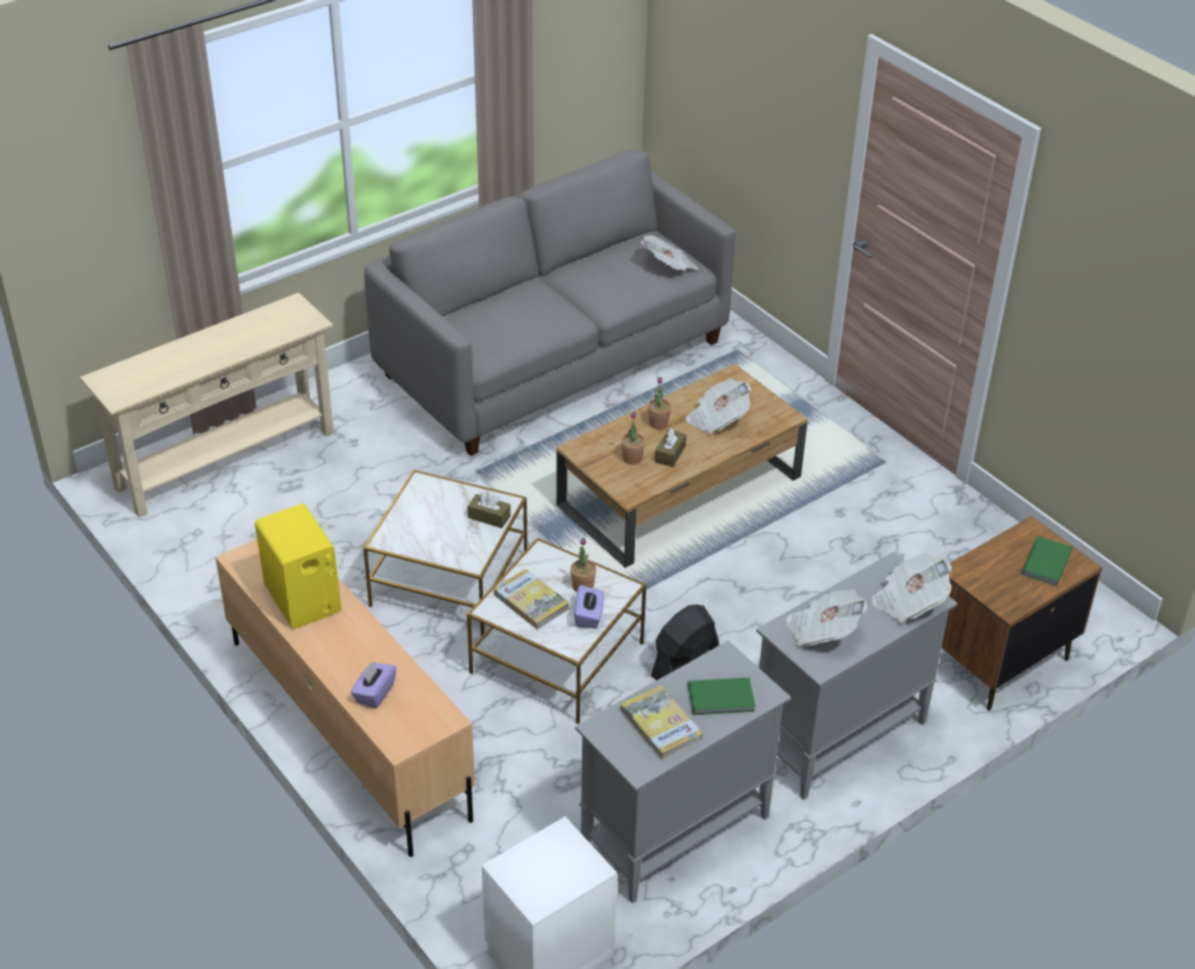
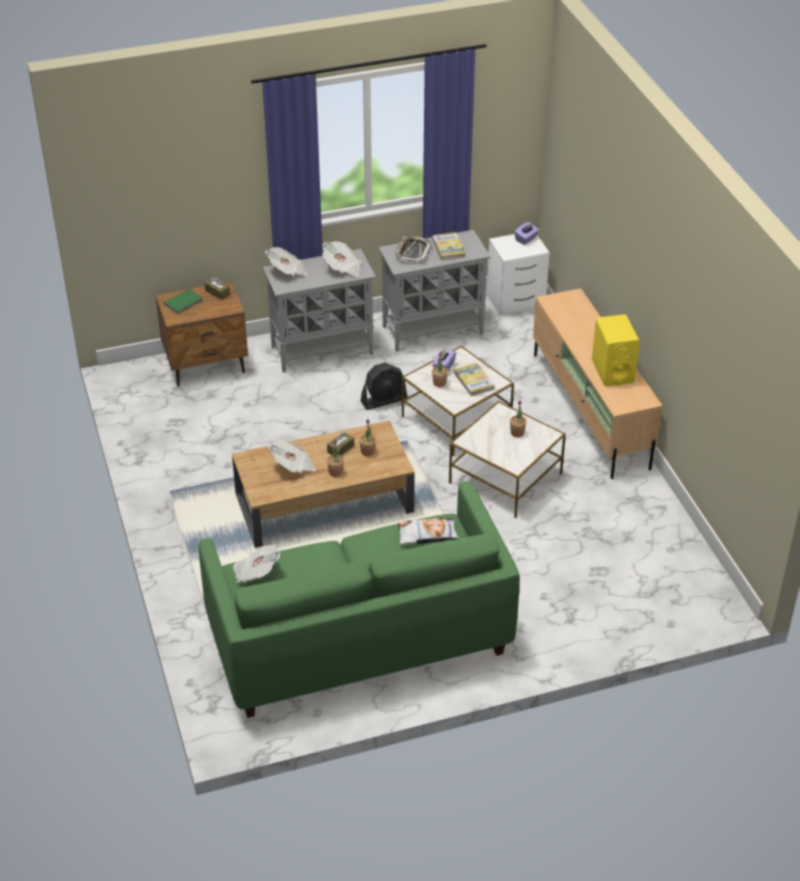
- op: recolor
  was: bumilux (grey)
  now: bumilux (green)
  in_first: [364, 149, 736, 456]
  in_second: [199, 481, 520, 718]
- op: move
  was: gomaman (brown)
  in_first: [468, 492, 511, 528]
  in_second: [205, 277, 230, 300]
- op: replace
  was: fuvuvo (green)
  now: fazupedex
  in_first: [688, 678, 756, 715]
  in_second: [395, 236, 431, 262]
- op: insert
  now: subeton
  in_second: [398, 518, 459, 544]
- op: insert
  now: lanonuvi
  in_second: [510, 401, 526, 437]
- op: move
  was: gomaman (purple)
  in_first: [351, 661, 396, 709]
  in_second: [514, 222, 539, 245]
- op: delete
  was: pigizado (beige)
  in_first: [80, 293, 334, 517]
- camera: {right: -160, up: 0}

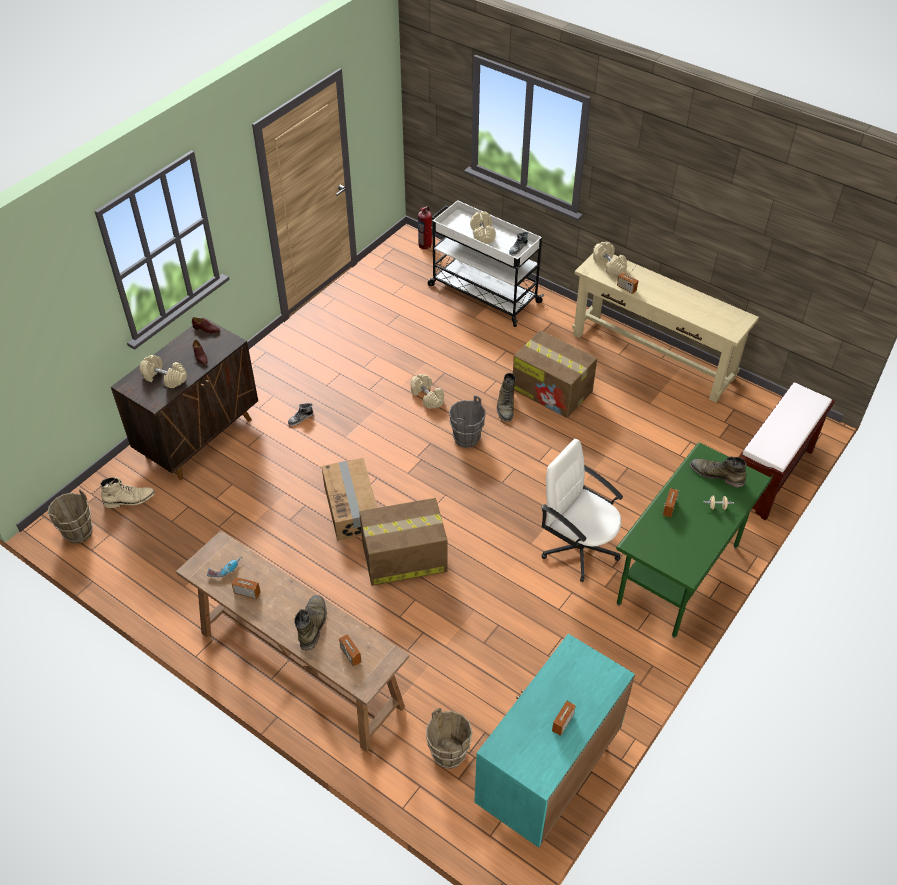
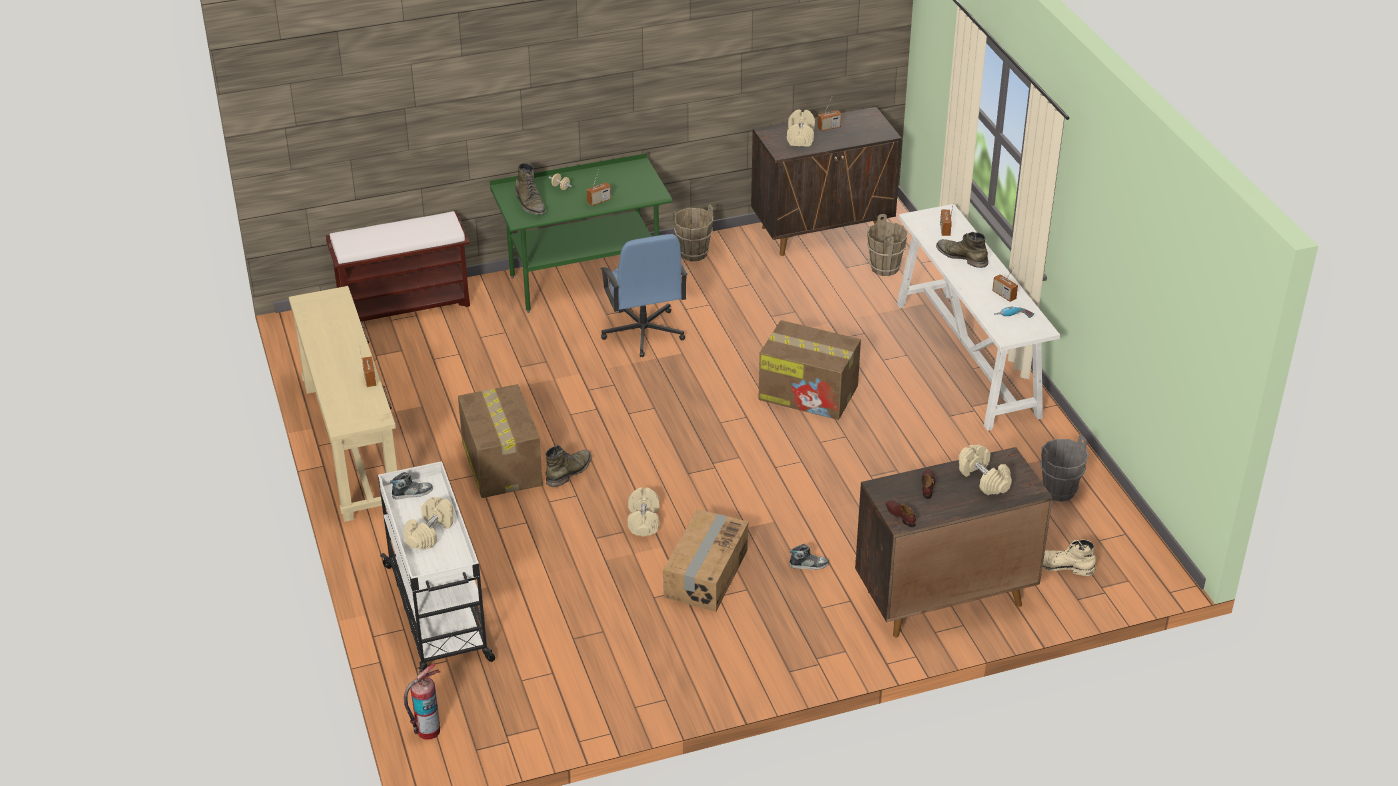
- op: recolor
  was: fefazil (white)
  now: fefazil (blue)
  in_first: [541, 439, 623, 582]
  in_second: [600, 234, 688, 357]
- op: move
  was: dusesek
  in_first: [322, 458, 377, 541]
  in_second: [663, 509, 748, 612]
- op: move
  was: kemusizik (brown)
  in_first: [48, 490, 93, 544]
  in_second: [673, 205, 713, 261]
- op: recolor
  was: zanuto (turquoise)
  now: zanuto (brown)
  in_first: [474, 634, 635, 848]
  in_second: [751, 107, 902, 256]
- op: move
  was: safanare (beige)
  in_first: [593, 242, 627, 276]
  in_second: [787, 109, 815, 147]
- op: recolor
  was: pigizado (brown)
  now: pigizado (white)
  in_first: [176, 531, 409, 752]
  in_second: [897, 204, 1060, 431]
- op: rotate
  was: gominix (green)
  in_first: [294, 595, 327, 651]
  in_second: [936, 232, 988, 268]
  clockwise: 90
- op: move
  was: kemusizik (grey)
  in_first: [449, 396, 485, 448]
  in_second: [1040, 435, 1089, 502]
- camera: {right: -145, up: -10}

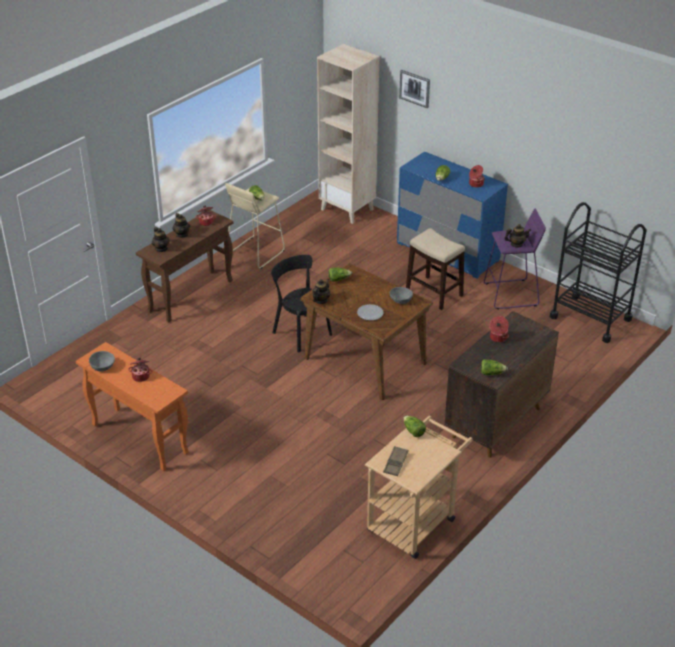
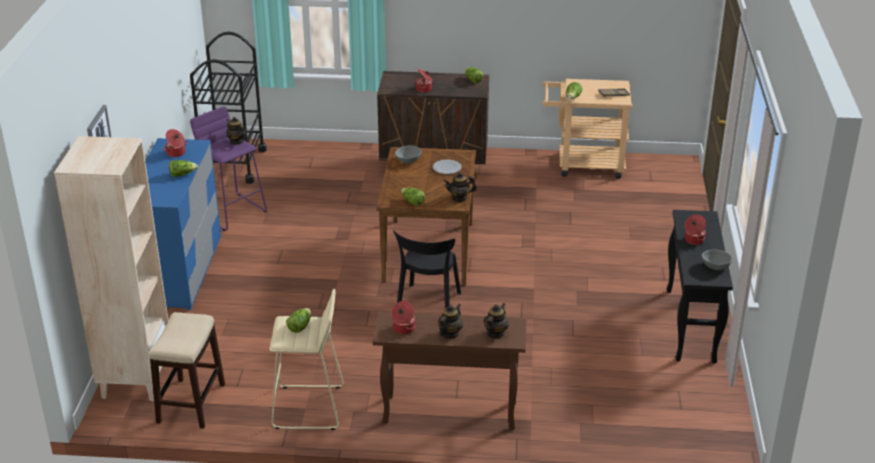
- op: move
  was: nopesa
  in_first: [406, 228, 465, 310]
  in_second: [148, 312, 225, 429]
- op: recolor
  was: pigizado (orange)
  now: pigizado (black)
  in_first: [76, 342, 189, 471]
  in_second: [667, 210, 733, 363]
- camera: {right: -125, up: -5}

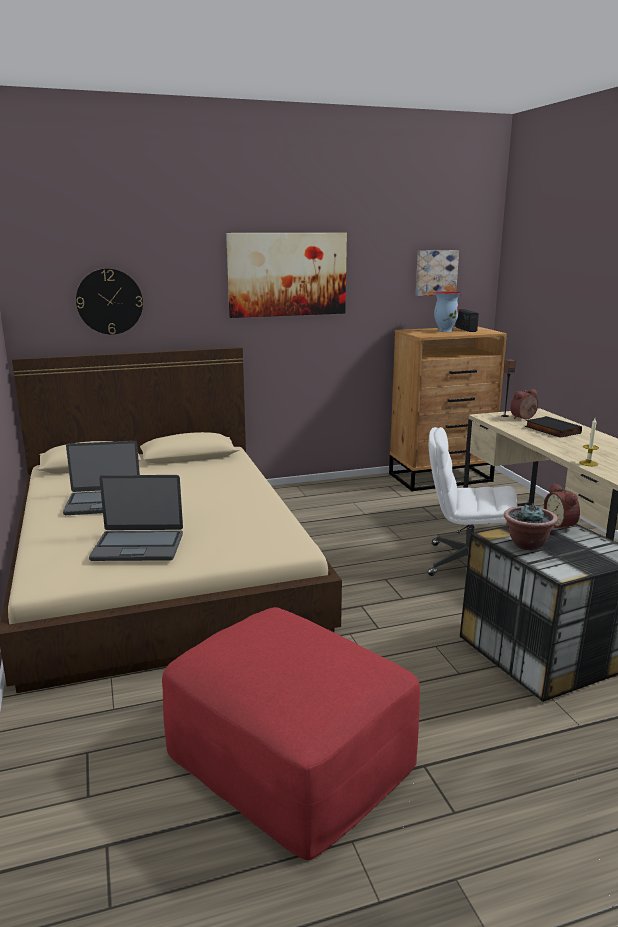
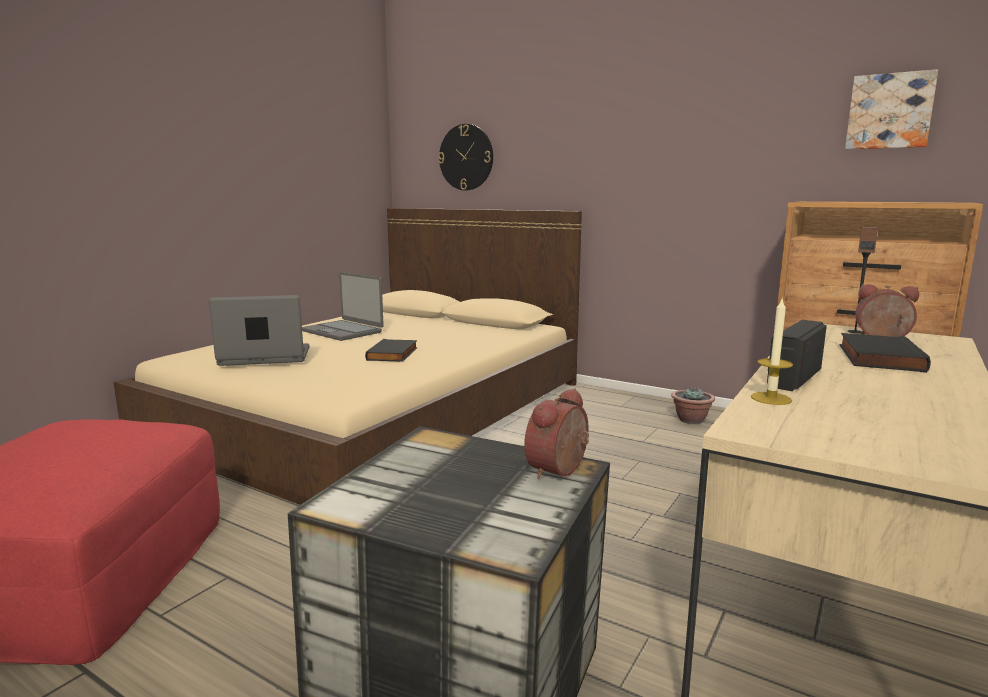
- op: rotate
  was: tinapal
  in_first: [89, 475, 183, 561]
  in_second: [209, 295, 310, 366]
  clockwise: 120
- op: insert
  now: fuvuvo (black)
  in_second: [365, 339, 418, 362]
- op: move
  was: lanonuvi
  in_first: [504, 504, 558, 550]
  in_second: [671, 386, 715, 424]
- op: move
  was: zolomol
  in_first: [455, 309, 479, 332]
  in_second: [767, 320, 827, 391]
- op: delete
  was: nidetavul
  in_first: [226, 233, 347, 318]
- op: delete
  was: fefazil (white)
  in_first: [428, 427, 518, 576]
- op: delete
  was: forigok
  in_first: [433, 291, 462, 332]
- camera: {right: 50, up: -5}

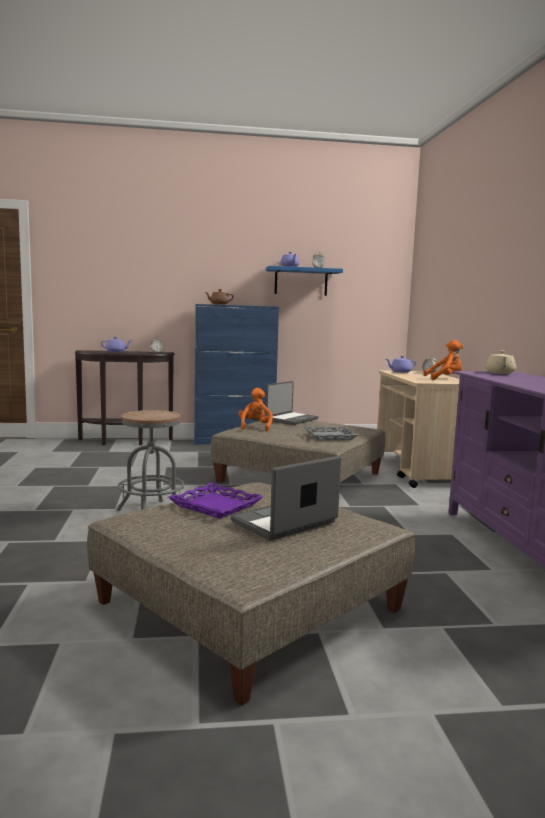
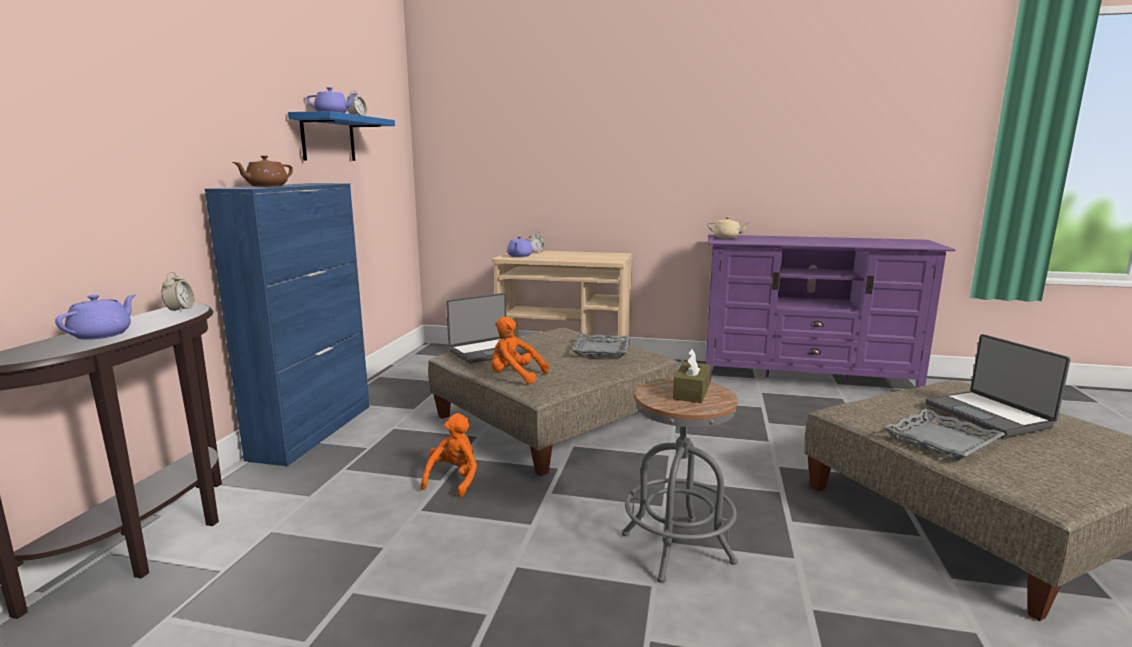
- op: move
  was: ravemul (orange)
  in_first: [423, 340, 464, 380]
  in_second: [421, 413, 477, 497]
- op: rotate
  was: tinapal
  in_first: [266, 381, 319, 425]
  in_second: [446, 293, 528, 364]
  clockwise: 90
- op: insert
  now: gomaman (brown)
  in_second: [673, 349, 711, 403]
- op: recolor
  was: fazupedex (purple)
  now: fazupedex (grey)
  in_first: [168, 482, 264, 519]
  in_second: [883, 409, 1005, 461]
- camera: {right: -70, up: 5}

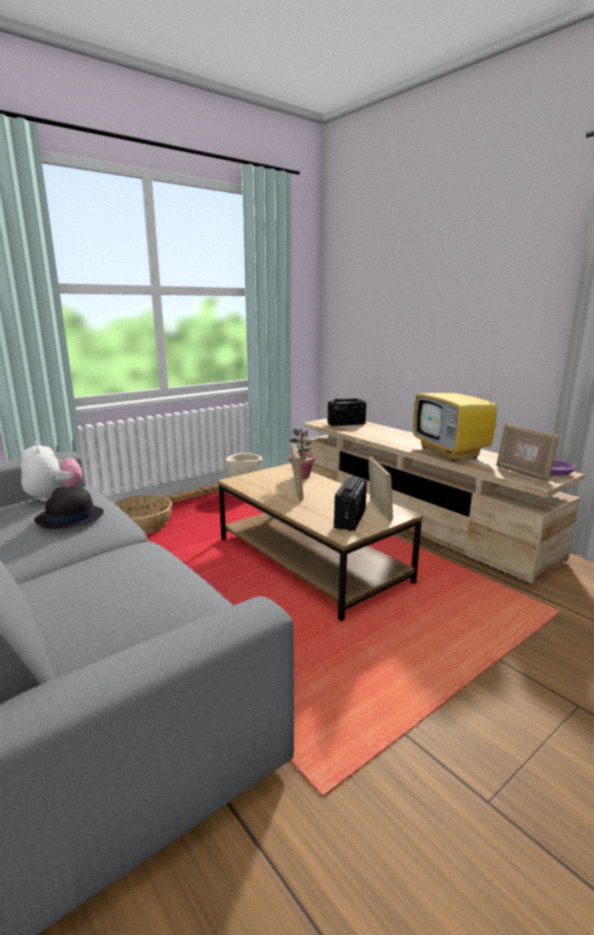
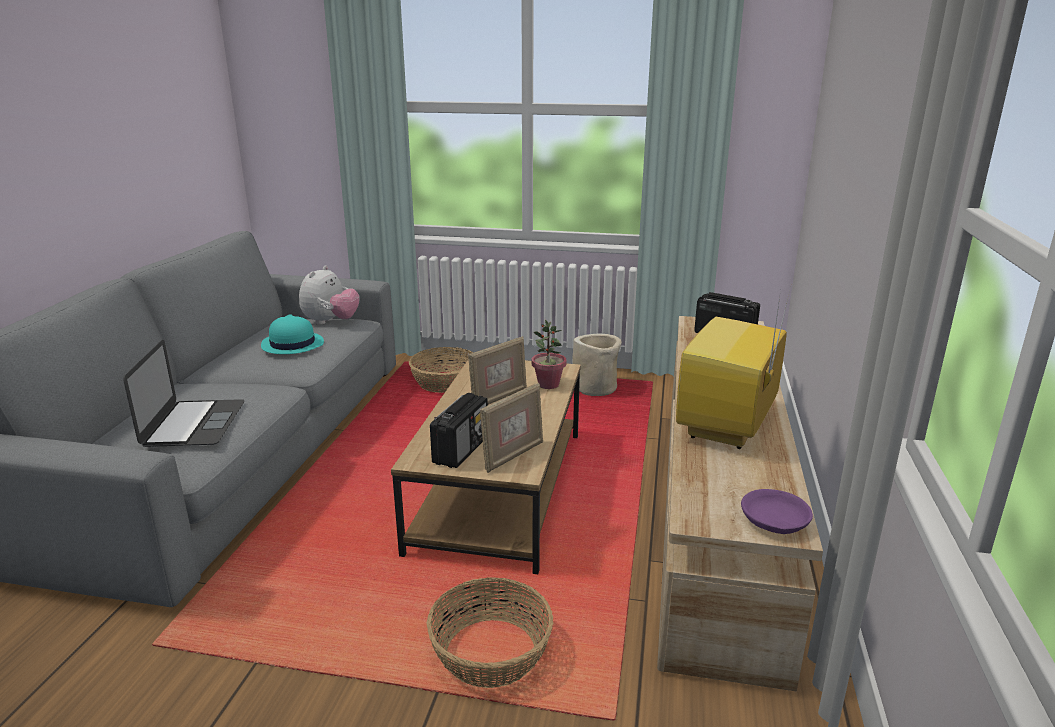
- op: insert
  now: tinapal
  in_second: [123, 340, 245, 447]
- op: recolor
  was: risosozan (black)
  now: risosozan (turquoise)
  in_first: [34, 486, 104, 529]
  in_second: [261, 314, 324, 354]
- op: insert
  now: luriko
  in_second: [426, 577, 553, 688]
- op: rotate
  was: zolomol
  in_first: [334, 476, 367, 531]
  in_second: [430, 393, 488, 468]
  clockwise: 135
- op: delete
  was: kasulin
  in_first: [496, 423, 560, 482]
- camera: {right: 50, up: 5}

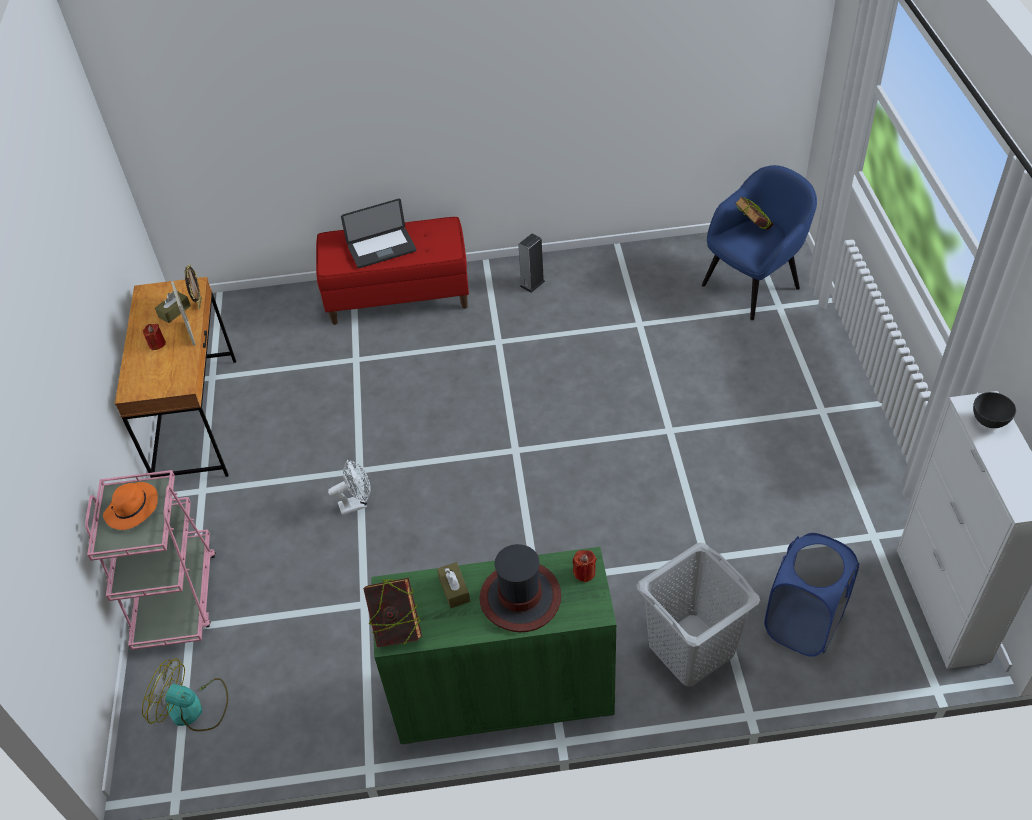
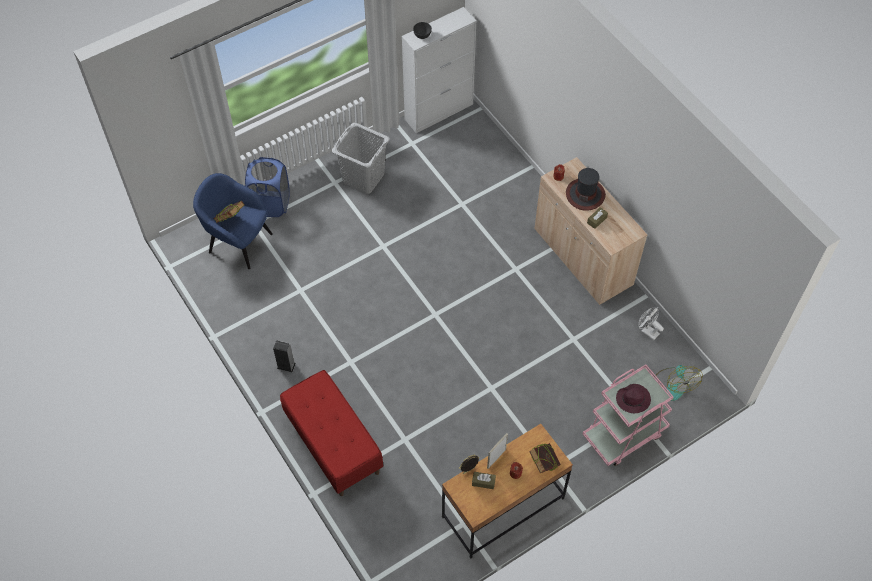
- op: move
  was: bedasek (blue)
  in_first: [764, 533, 859, 657]
  in_second: [245, 157, 290, 217]
- op: move
  was: bedasek (grey)
  in_first: [636, 543, 760, 687]
  in_second: [332, 123, 390, 194]
- op: move
  was: fuvuvo
  in_first: [363, 578, 422, 648]
  in_second: [529, 443, 561, 473]
- op: recolor
  was: zanuto (green)
  now: zanuto (beige)
  in_first: [371, 547, 617, 745]
  in_second: [534, 157, 648, 305]
- op: recolor
  was: risosozan (orange)
  now: risosozan (purple)
  in_first: [103, 482, 158, 530]
  in_second: [616, 384, 651, 413]
- op: move
  was: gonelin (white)
  in_first: [328, 460, 371, 515]
  in_second: [639, 307, 664, 340]
- op: delete
  was: tinapal
  in_first: [341, 199, 416, 268]
- camera: {right: -120, up: 10}

